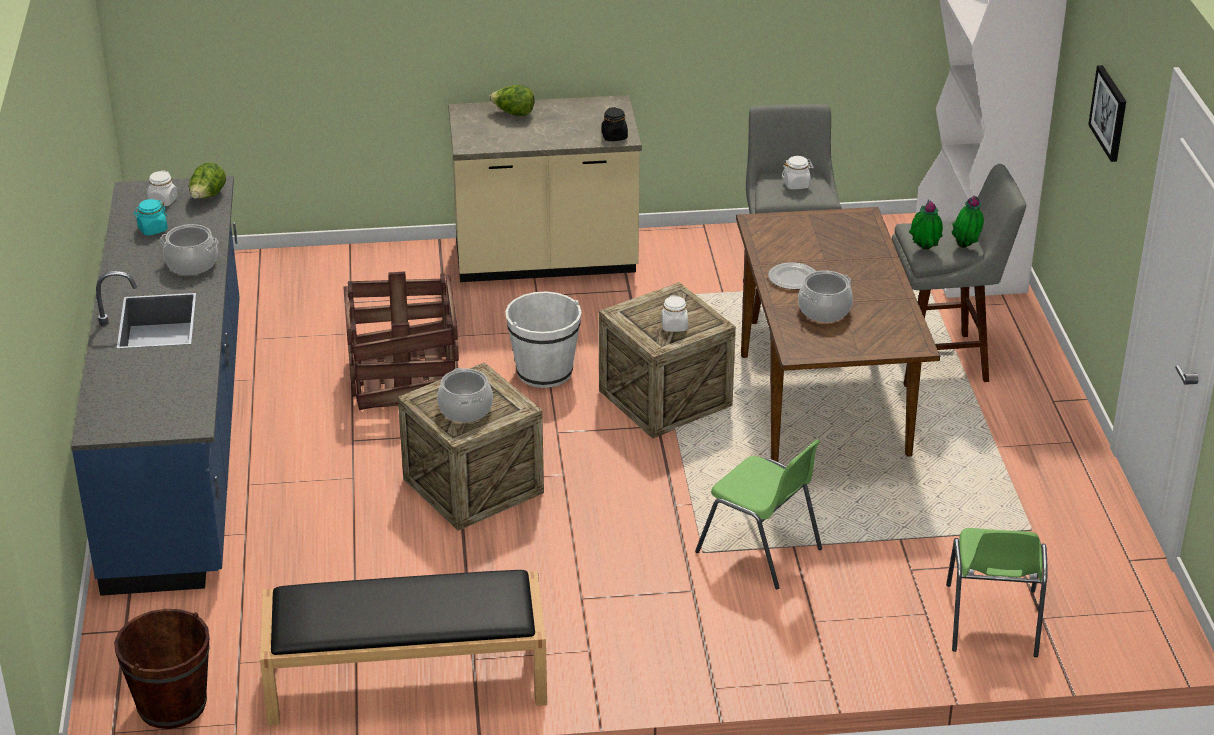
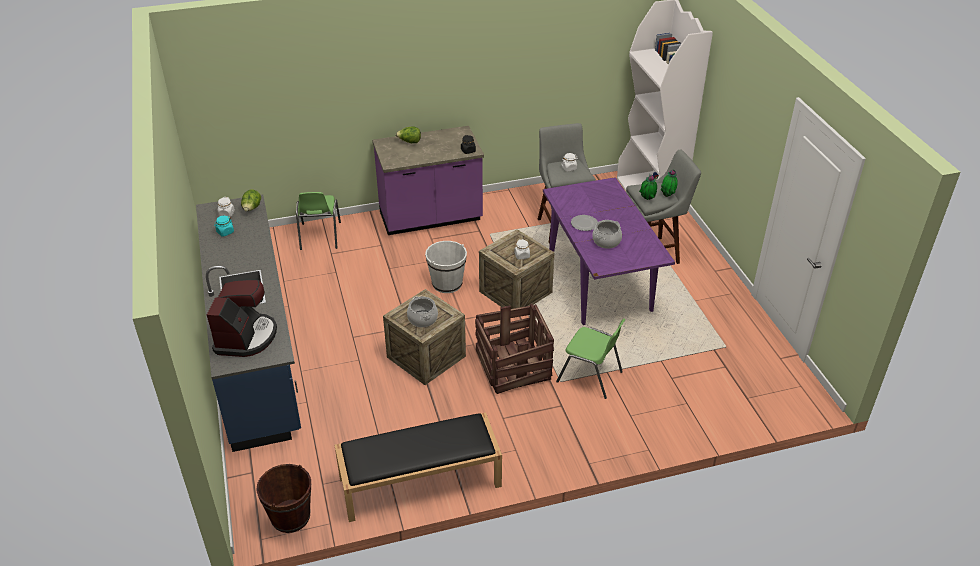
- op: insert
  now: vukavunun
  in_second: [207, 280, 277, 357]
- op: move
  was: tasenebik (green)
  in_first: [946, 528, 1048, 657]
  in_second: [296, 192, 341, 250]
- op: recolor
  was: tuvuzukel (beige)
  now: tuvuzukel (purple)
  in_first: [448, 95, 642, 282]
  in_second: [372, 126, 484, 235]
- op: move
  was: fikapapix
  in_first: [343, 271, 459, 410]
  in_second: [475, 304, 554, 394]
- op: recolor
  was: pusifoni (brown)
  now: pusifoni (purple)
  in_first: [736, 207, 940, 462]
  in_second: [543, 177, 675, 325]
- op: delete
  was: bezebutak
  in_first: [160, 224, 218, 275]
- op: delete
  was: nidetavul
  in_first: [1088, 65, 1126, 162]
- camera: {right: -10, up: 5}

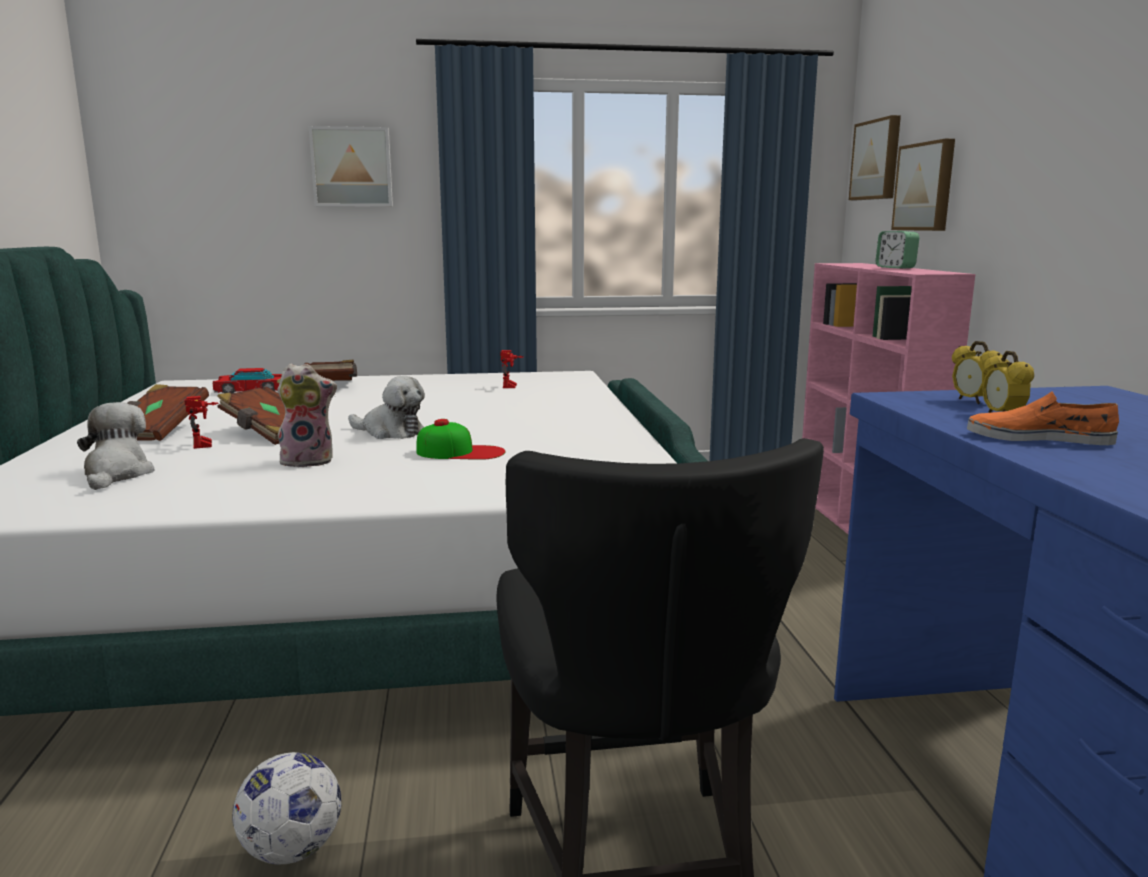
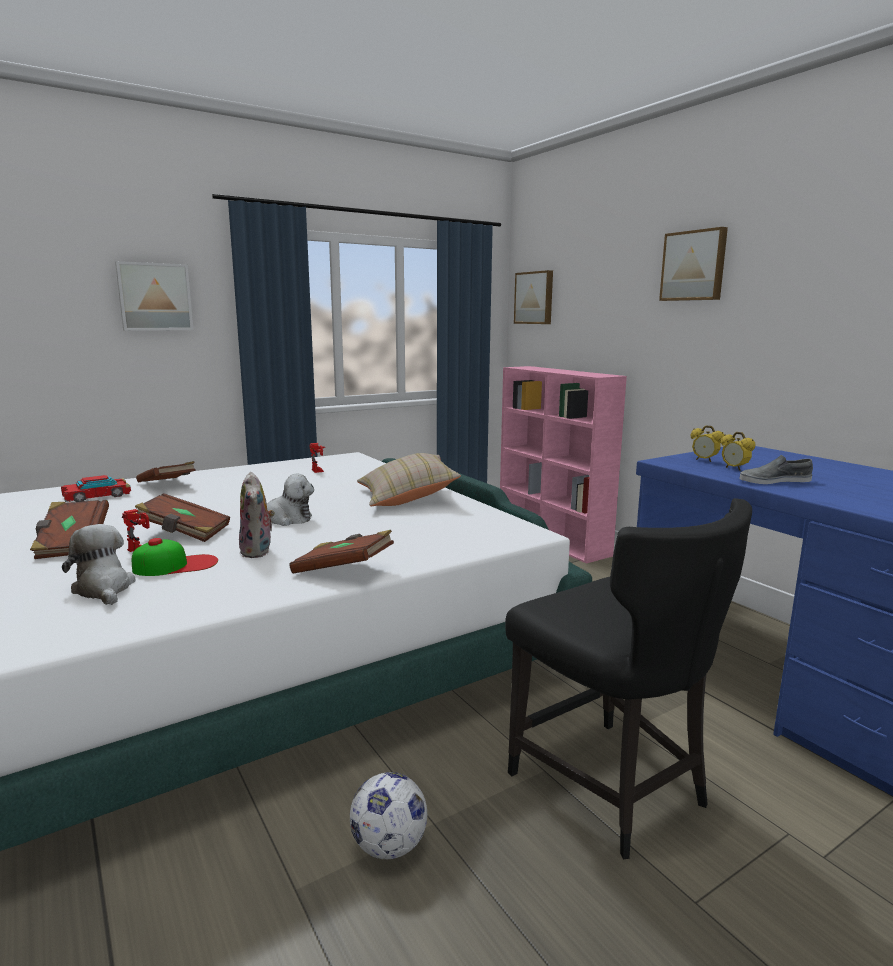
- op: move
  was: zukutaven
  in_first: [416, 419, 505, 460]
  in_second: [132, 538, 218, 576]
- op: rotate
  was: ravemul
  in_first: [277, 363, 337, 468]
  in_second: [239, 472, 275, 558]
  clockwise: 105
- op: insert
  now: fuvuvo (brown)
  in_second: [289, 530, 394, 574]
- op: insert
  now: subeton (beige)
  in_second: [357, 453, 461, 506]
- op: move
  was: nidetavul
  in_first: [891, 139, 955, 231]
  in_second: [659, 227, 728, 301]
- op: recolor
  was: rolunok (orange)
  now: rolunok (grey)
  in_first: [967, 392, 1119, 445]
  in_second: [739, 455, 813, 484]
- op: delete
  was: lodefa
  in_first: [876, 231, 919, 269]
- camera: {right: -25, up: 0}

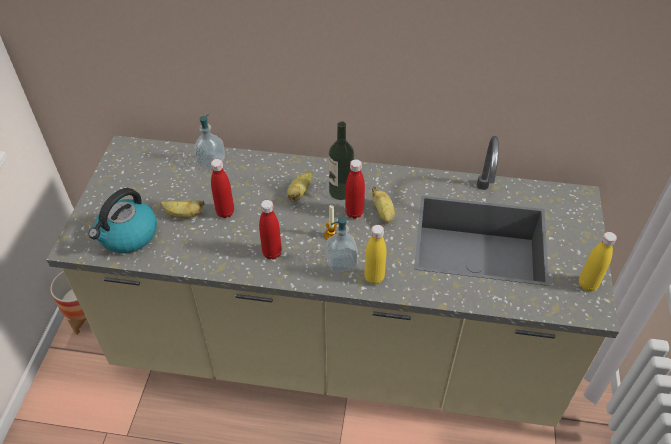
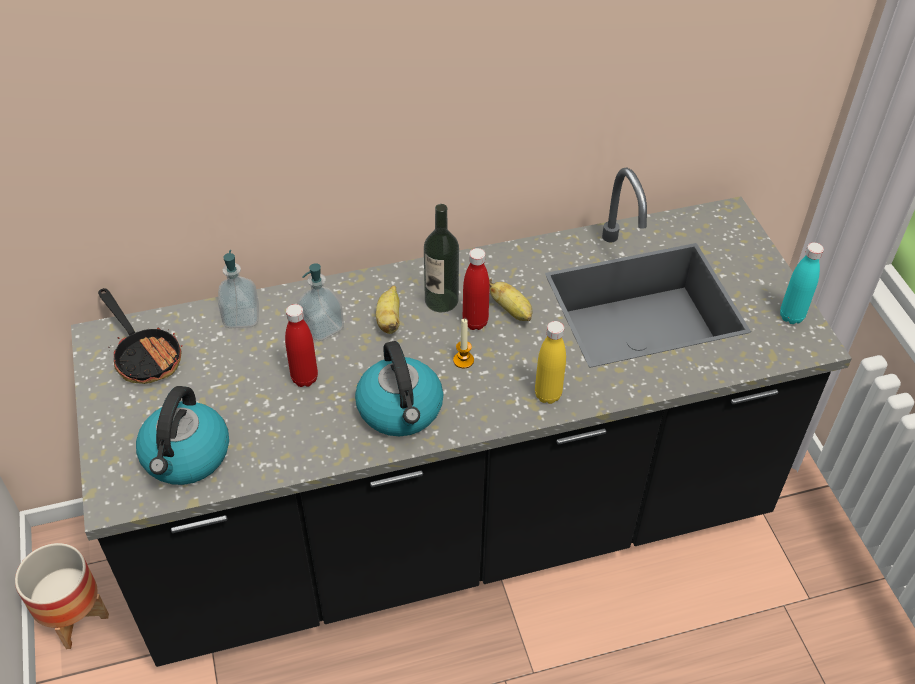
- op: recolor
  was: tuvuzukel (beige)
  now: tuvuzukel (black)
  in_first: [47, 136, 619, 427]
  in_second: [71, 168, 852, 667]
- op: insert
  now: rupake
  in_second: [98, 288, 182, 384]
- op: move
  was: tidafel
  in_first: [326, 217, 358, 273]
  in_second: [297, 263, 344, 341]
- op: replace
  was: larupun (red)
  now: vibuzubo
  in_first: [259, 200, 282, 260]
  in_second: [355, 341, 444, 436]
- op: recolor
  was: larupun (yellow)
  now: larupun (turquoise)
  in_first: [579, 232, 617, 292]
  in_second: [780, 242, 824, 324]
- op: delete
  was: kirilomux
  in_first: [160, 200, 205, 218]
- camera: {right: -25, up: 0}

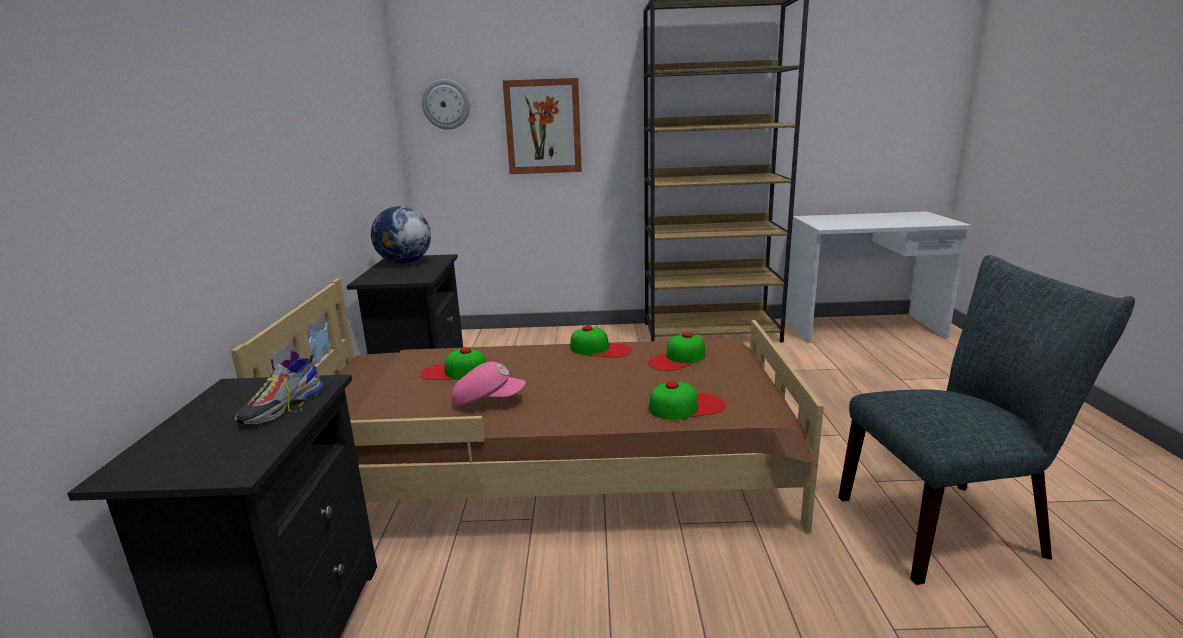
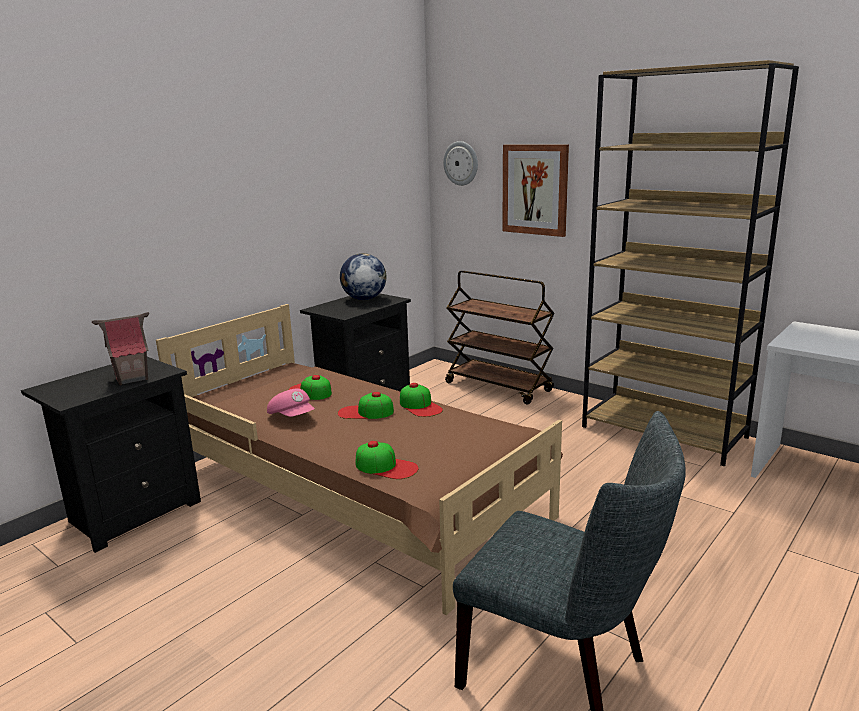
- op: replace
  was: rolunok
  now: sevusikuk
  in_first: [235, 355, 323, 425]
  in_second: [92, 312, 149, 385]
- op: move
  was: zukutaven
  in_first: [647, 332, 705, 371]
  in_second: [338, 392, 394, 419]
- op: insert
  now: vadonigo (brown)
  in_second: [445, 270, 555, 404]
- camera: {right: 40, up: 0}

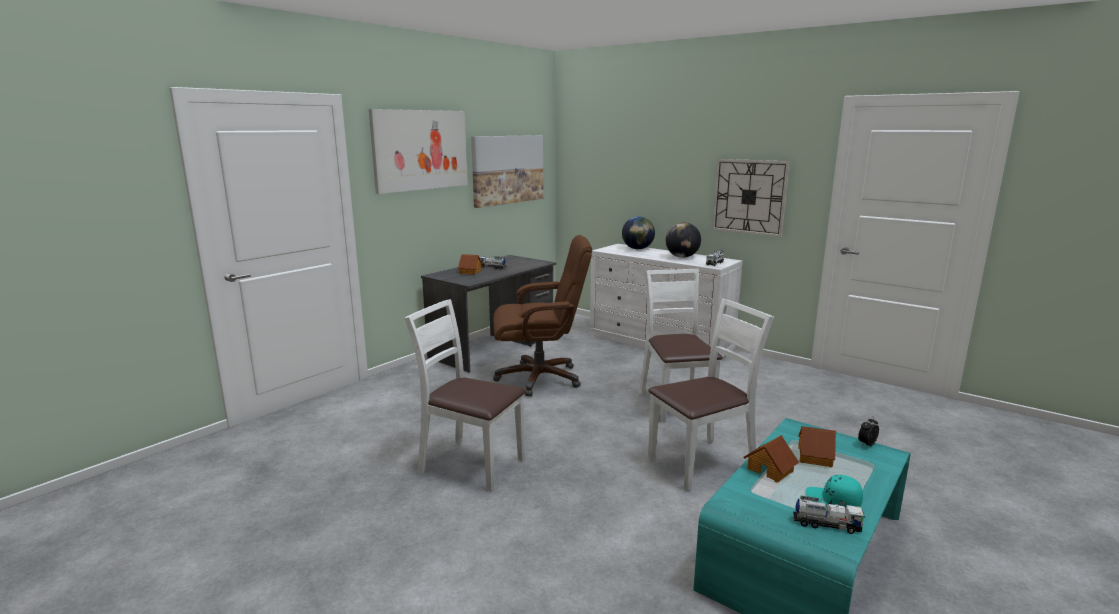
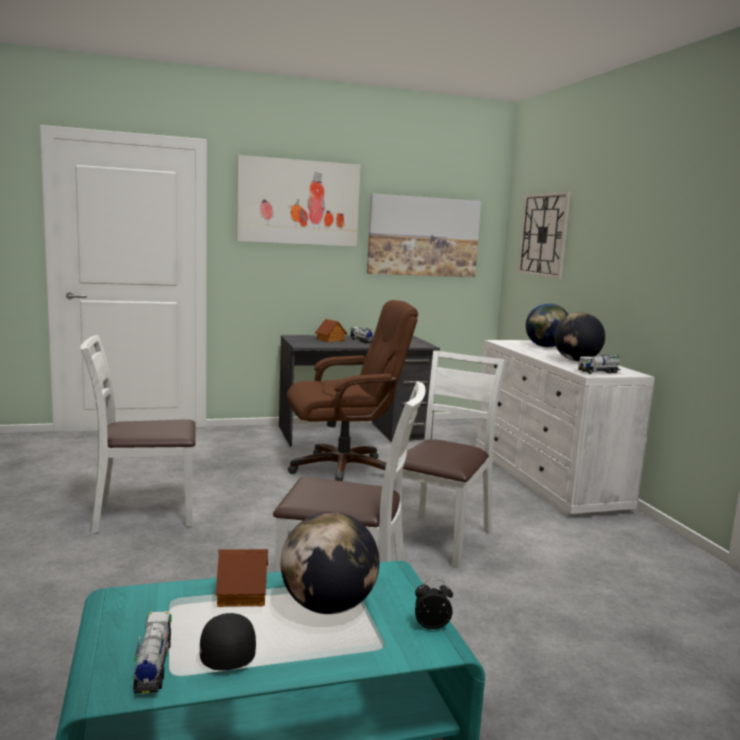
- op: rotate
  was: tasenebik (white)
  in_first: [404, 299, 526, 492]
  in_second: [80, 335, 196, 534]
  clockwise: -75
- op: rotate
  was: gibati
  in_first: [793, 496, 865, 534]
  in_second: [134, 611, 171, 694]
  clockwise: -150
- op: recolor
  was: zukutaven (turquoise)
  now: zukutaven (black)
  in_first: [805, 475, 863, 509]
  in_second: [200, 613, 256, 670]
- op: replace
  was: sevusikuk
  now: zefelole
  in_first: [798, 426, 836, 467]
  in_second: [281, 512, 379, 614]
- op: rotate
  was: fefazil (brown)
  in_first: [493, 235, 592, 396]
  in_second: [287, 300, 418, 481]
  clockwise: -45
- op: move
  was: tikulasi
  in_first: [712, 159, 790, 237]
  in_second: [517, 192, 571, 279]
- camera: {right: 35, up: -5}

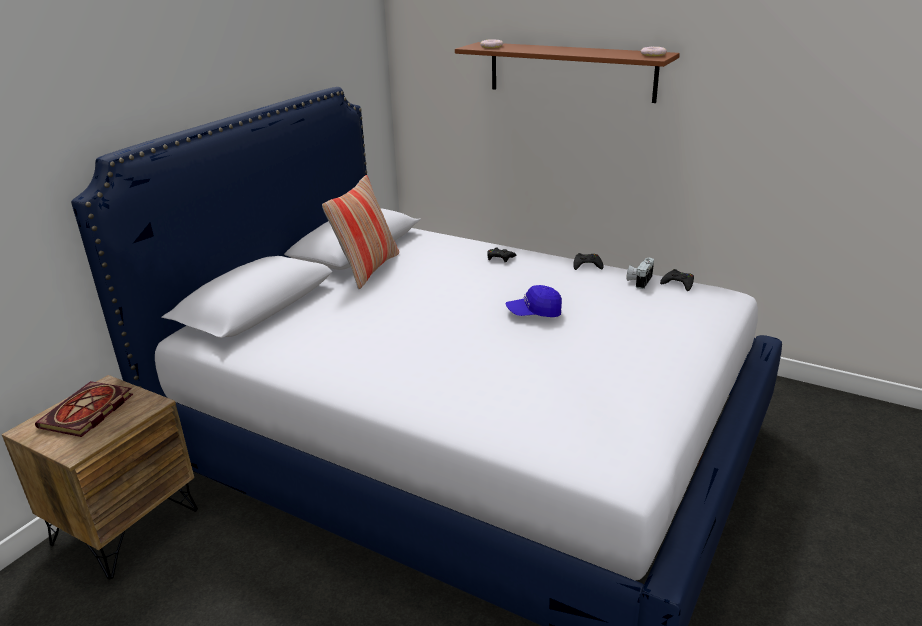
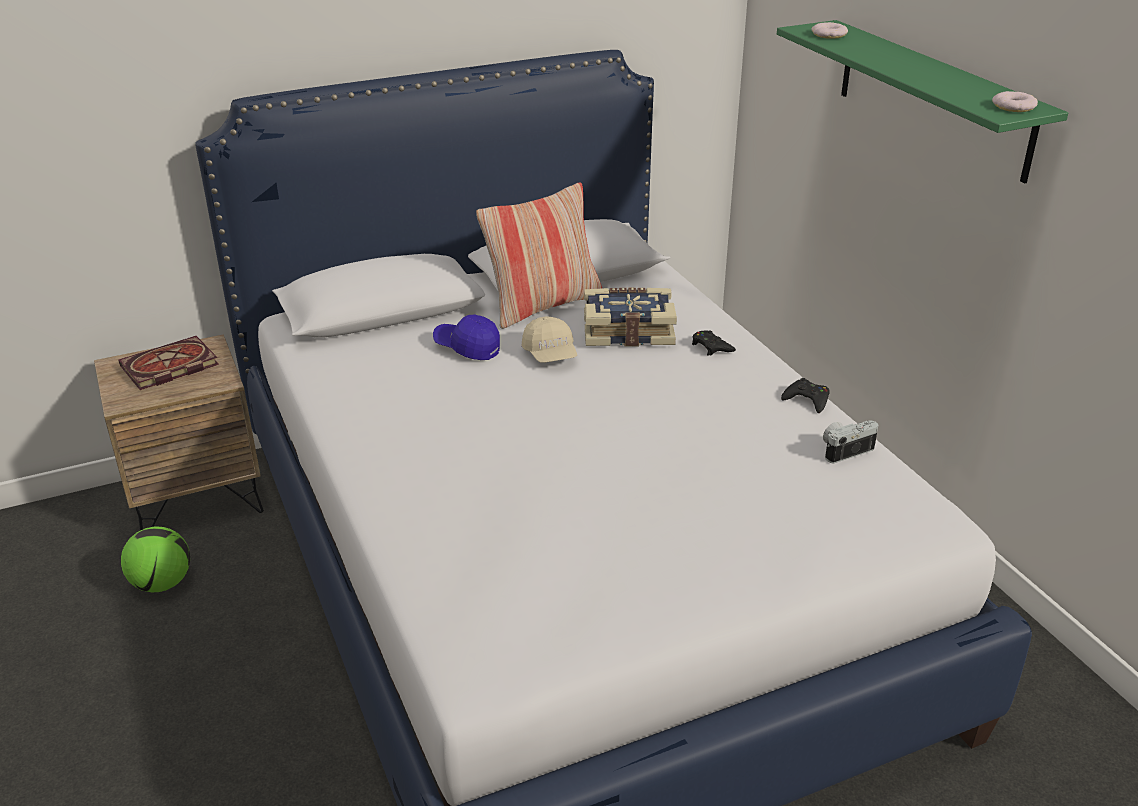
- op: insert
  now: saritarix
  in_second: [121, 526, 190, 592]
- op: move
  was: zukutaven (blue)
  in_first: [506, 285, 562, 317]
  in_second: [433, 315, 500, 360]
- op: insert
  now: zukutaven (beige)
  in_second: [521, 316, 577, 363]
- op: insert
  now: fuvuvo
  in_second: [584, 288, 677, 347]
- op: recolor
  was: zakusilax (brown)
  now: zakusilax (green)
  in_first: [455, 42, 680, 103]
  in_second: [777, 20, 1068, 183]
- op: delete
  was: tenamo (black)
  in_first: [660, 269, 694, 291]
- camera: {right: 35, up: 5}

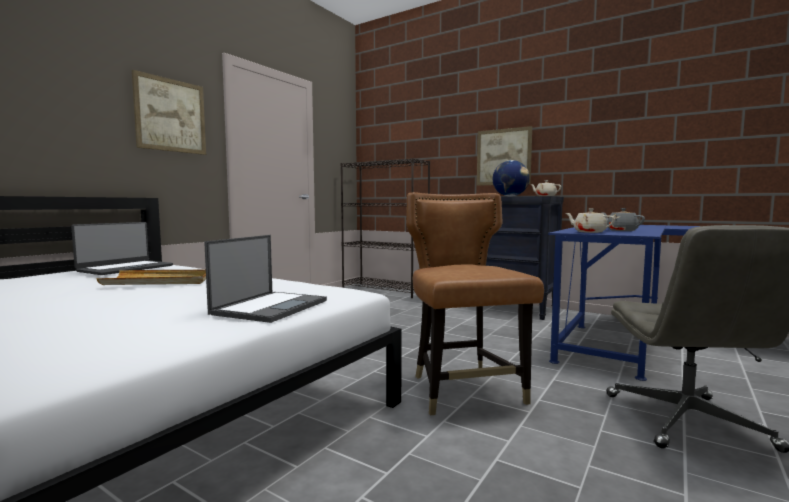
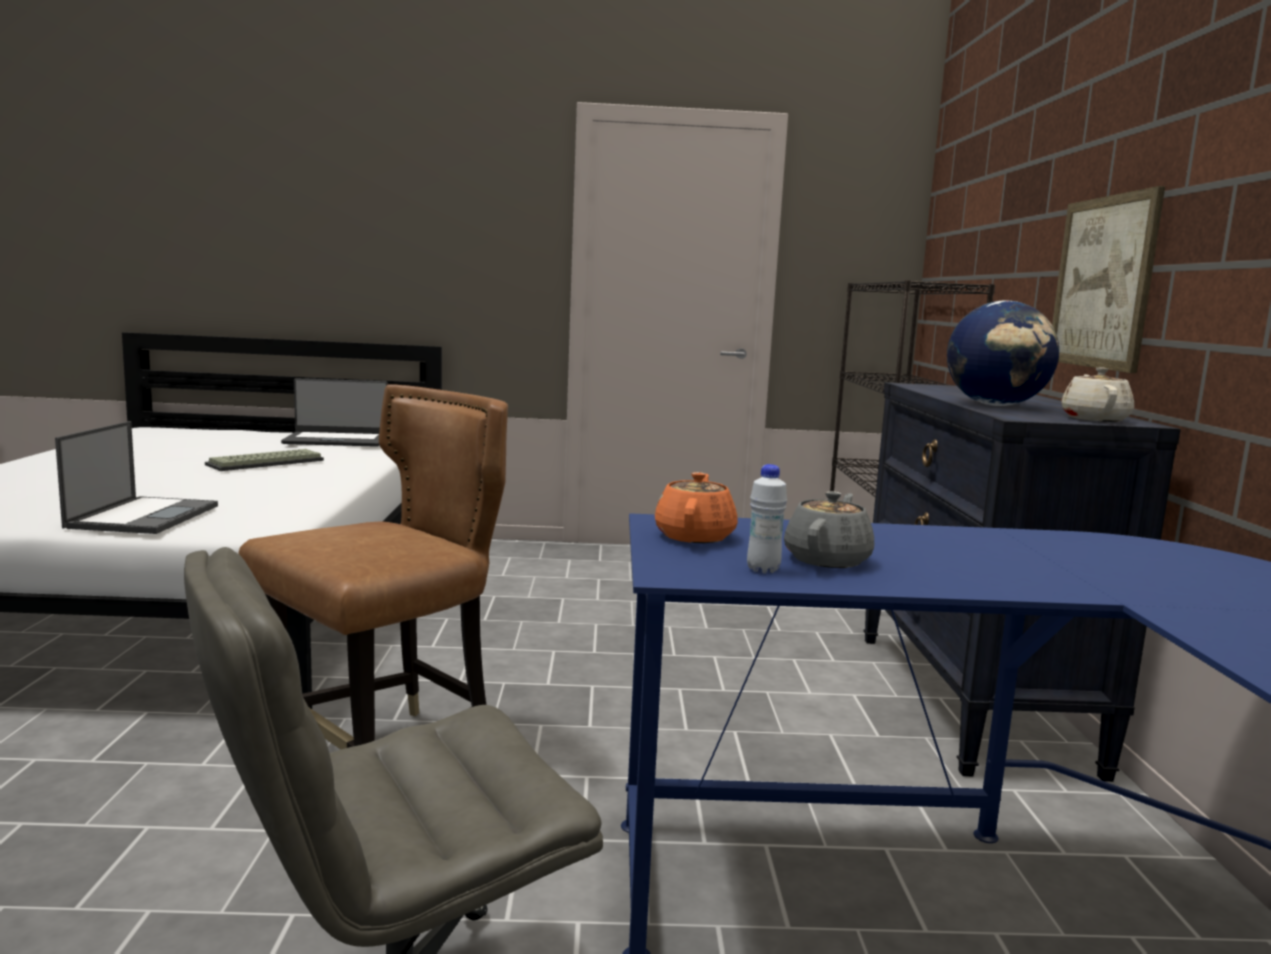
- op: rotate
  was: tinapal
  in_first: [204, 235, 327, 323]
  in_second: [55, 421, 218, 534]
  clockwise: -75
- op: replace
  was: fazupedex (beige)
  now: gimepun
  in_first: [96, 270, 206, 285]
  in_second: [205, 449, 324, 471]
- op: recolor
  was: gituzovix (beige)
  now: gituzovix (orange)
  in_first: [566, 208, 615, 233]
  in_second: [655, 472, 738, 543]
- op: insert
  now: larupun (white)
  in_second: [747, 464, 787, 573]
- op: delete
  was: nidetavul
  in_first: [132, 70, 206, 155]
- camera: {right: 55, up: 5}

